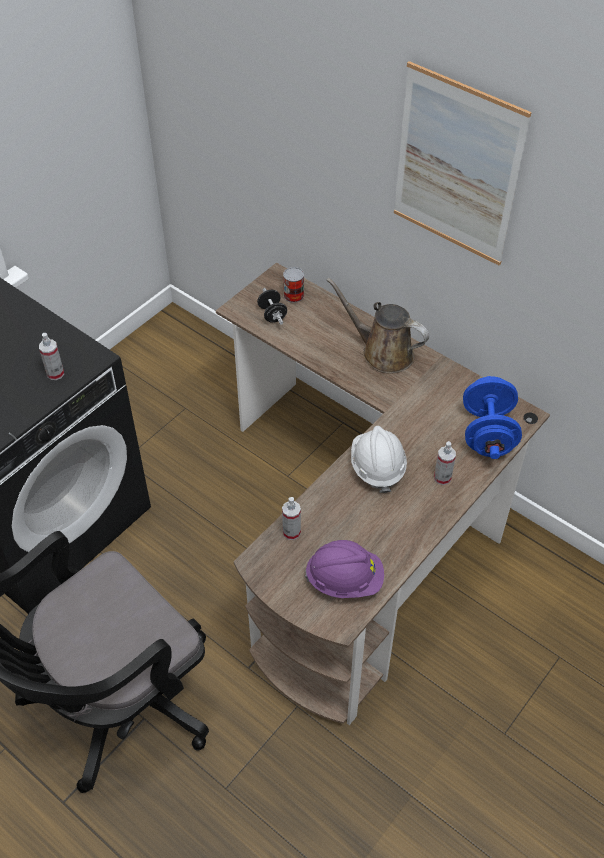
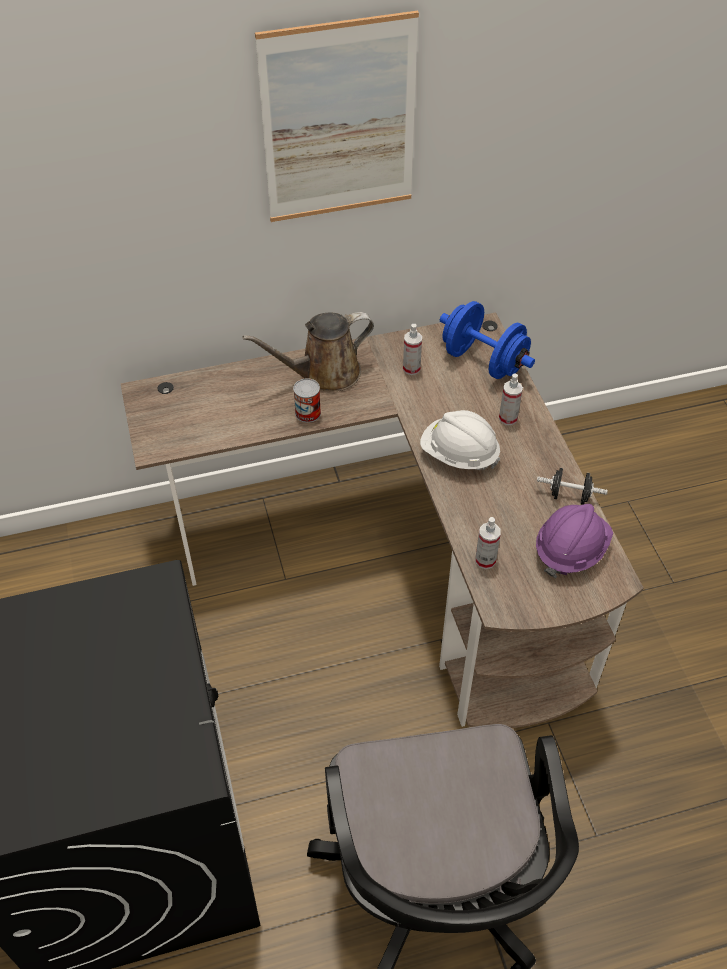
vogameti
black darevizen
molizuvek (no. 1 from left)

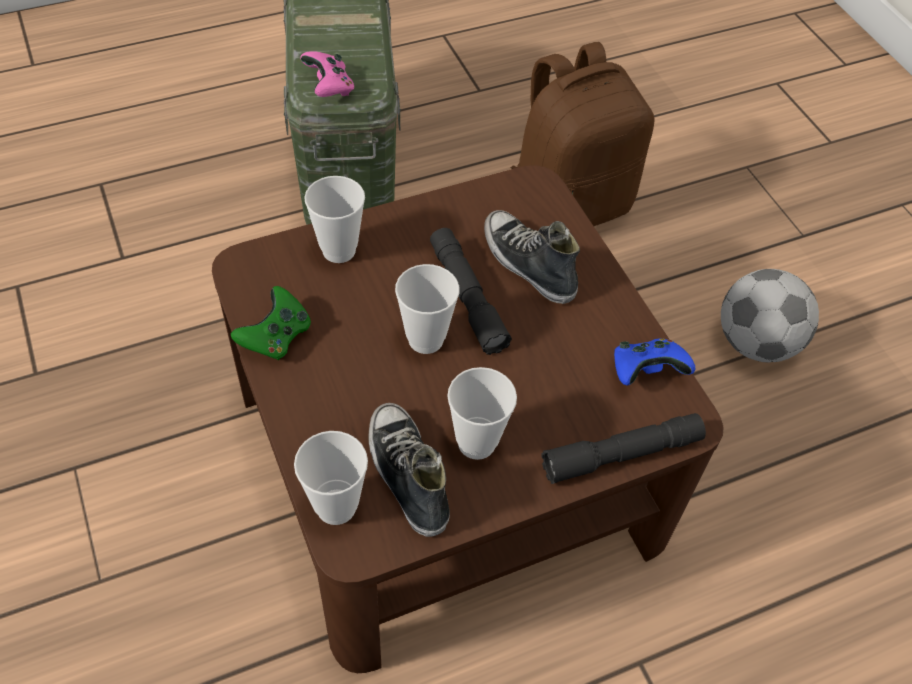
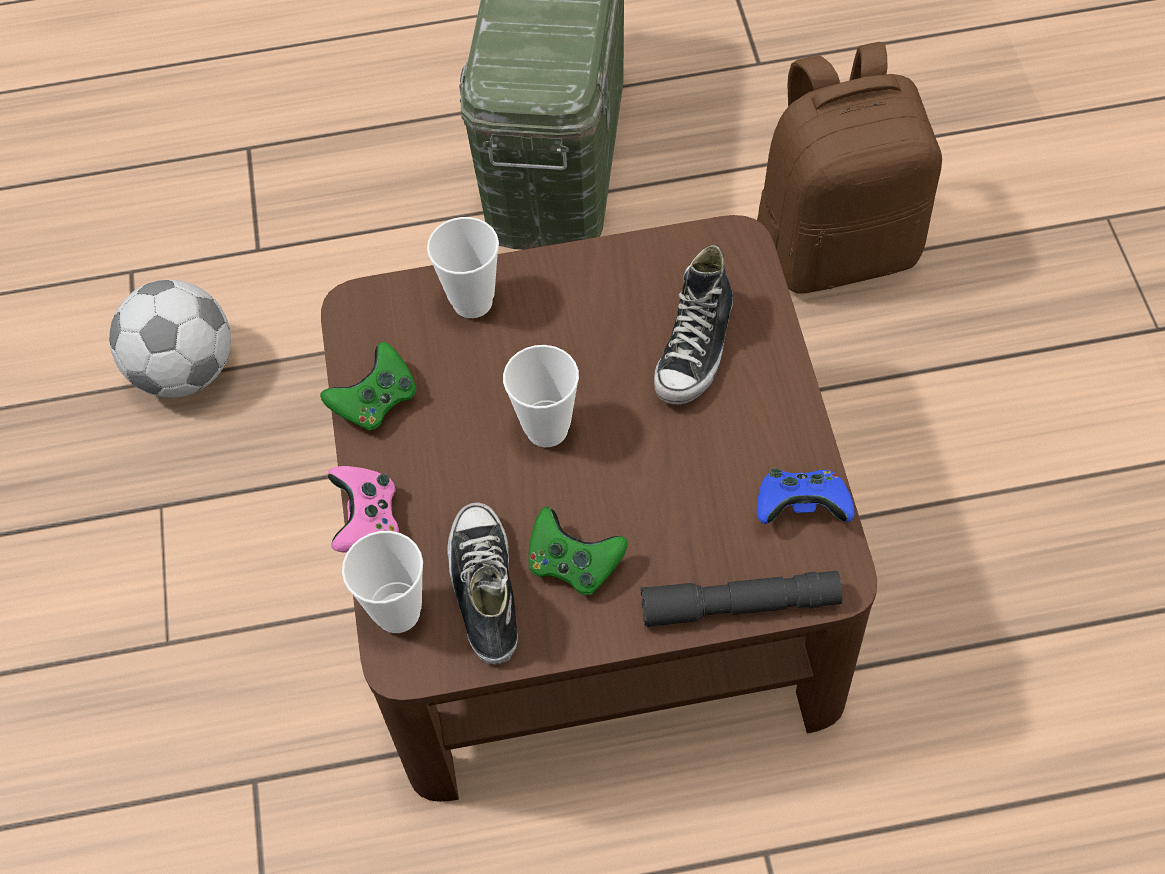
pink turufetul
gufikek (no. 2 from left)
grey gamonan (no. 1 from left in the first image)
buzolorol
green turufetul (no. 2 from left)

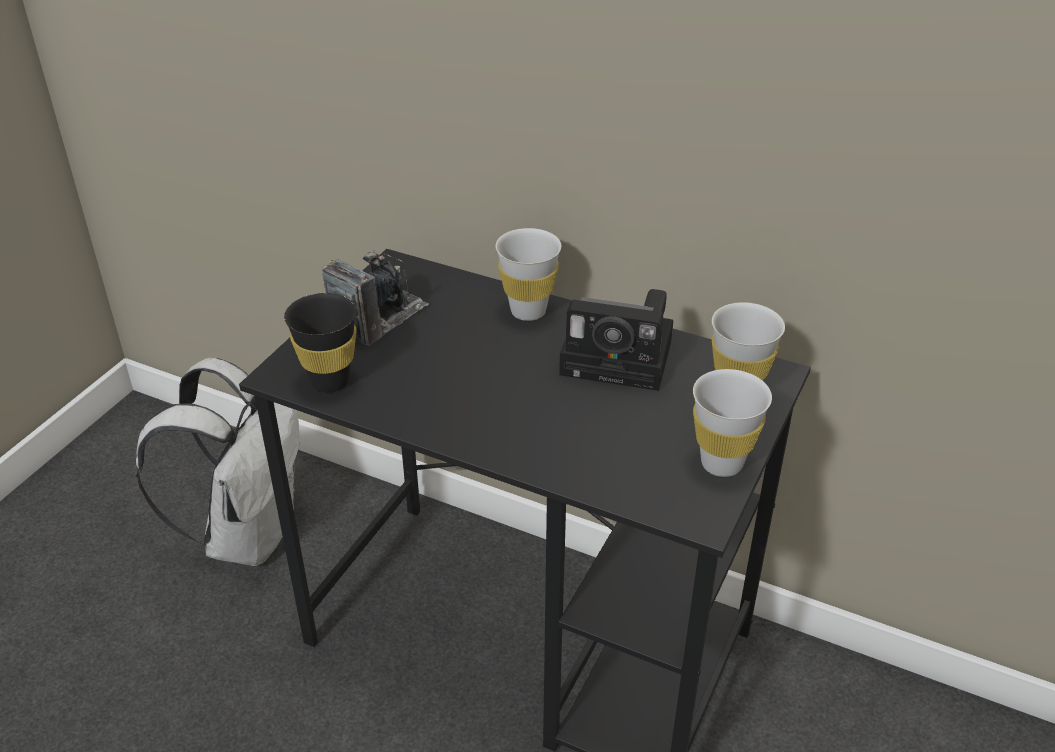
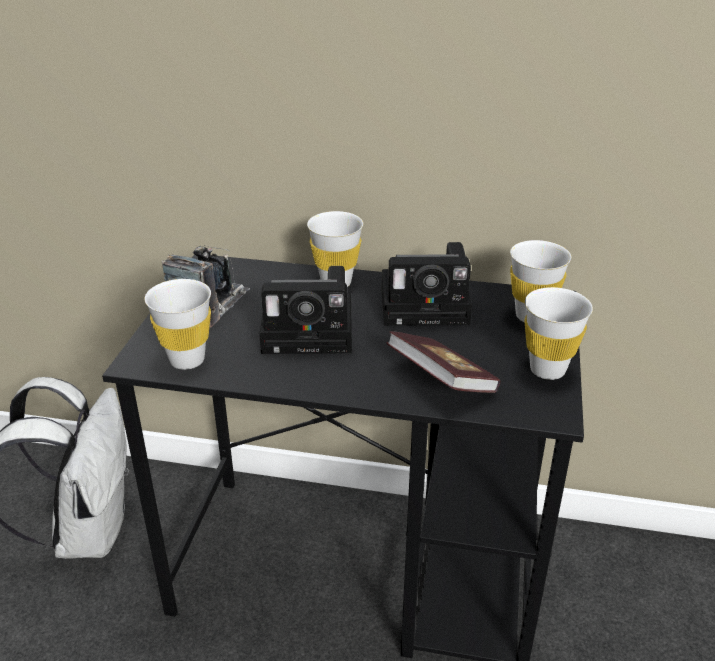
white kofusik (no. 1 from left)
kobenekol (no. 2 from left)
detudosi

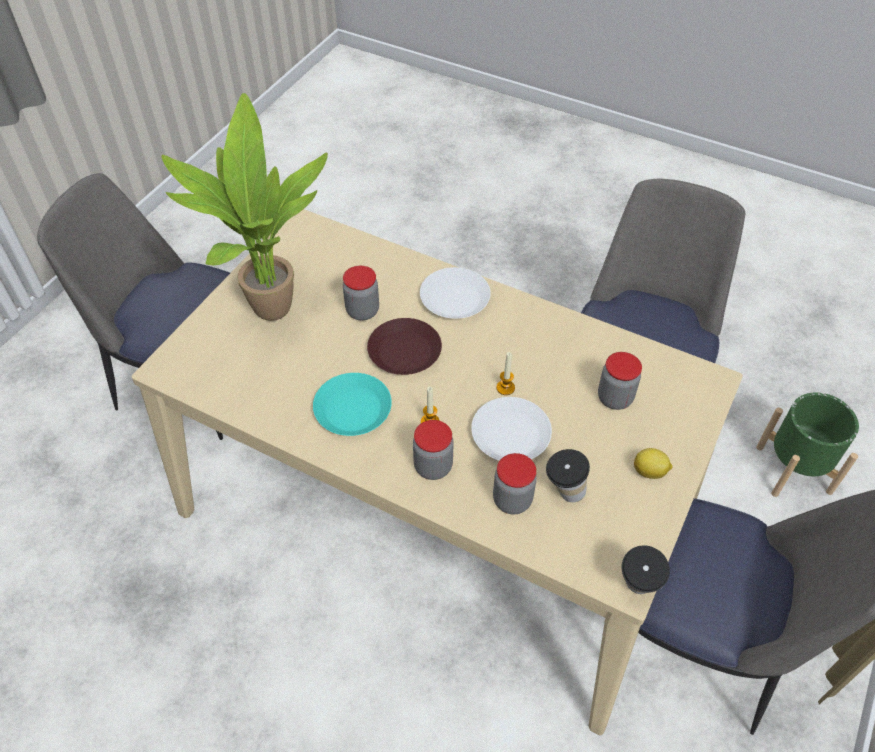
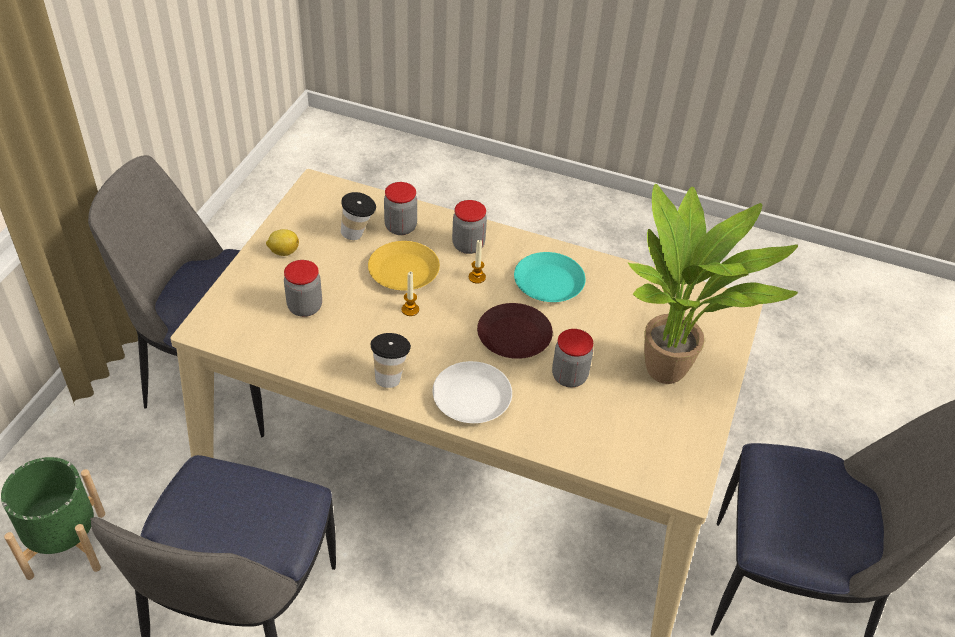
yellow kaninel
kofusik (no. 2 from left)

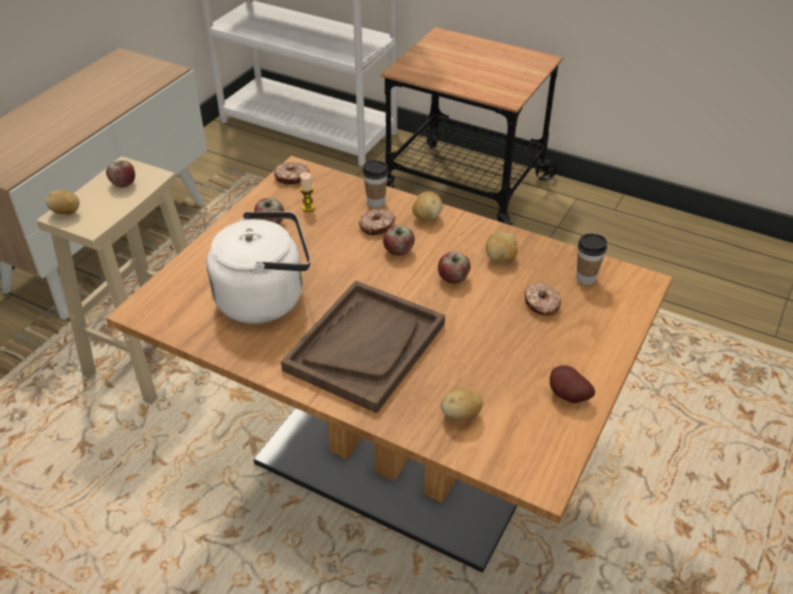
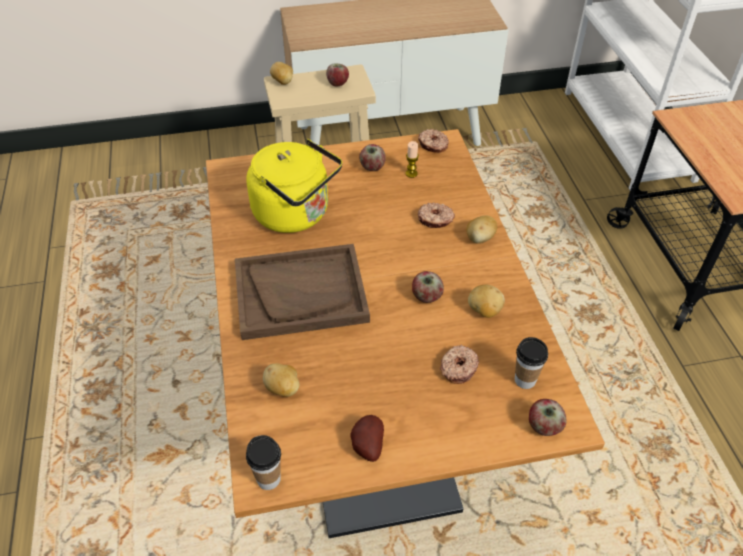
kofusik (no. 1 from left)
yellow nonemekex
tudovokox (no. 4 from left)

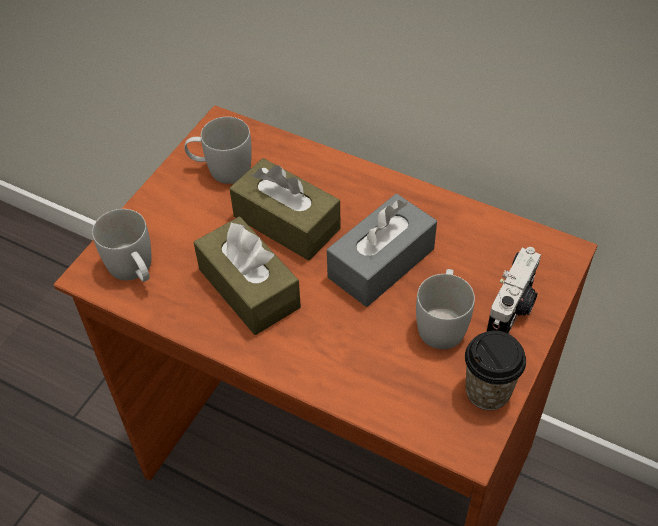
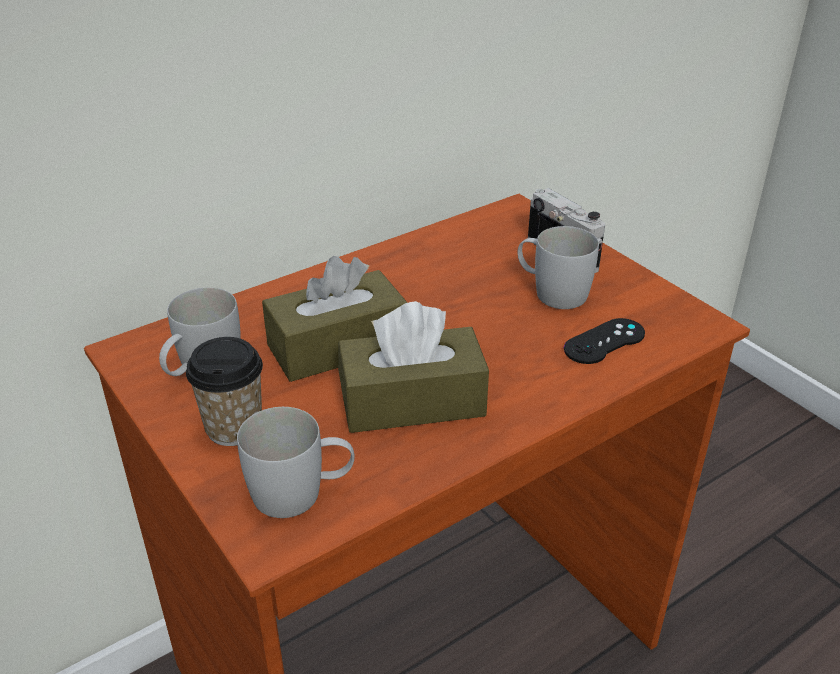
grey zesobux
kofusik
black turufetul

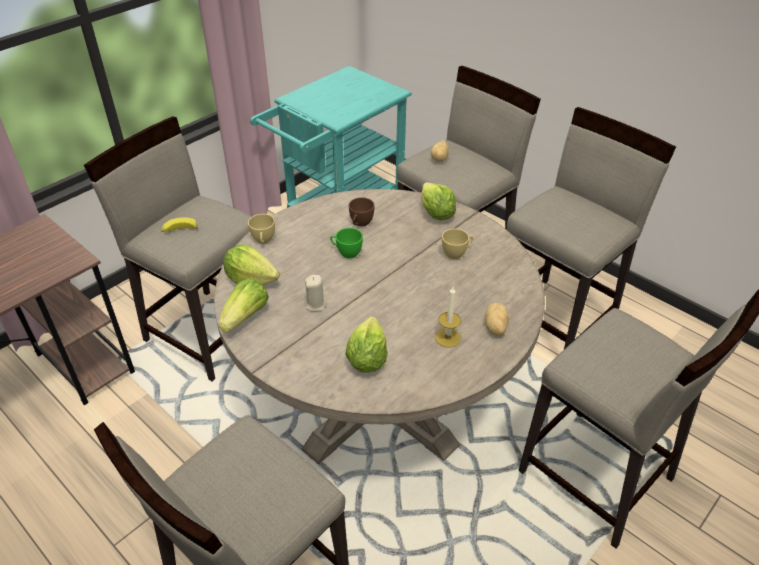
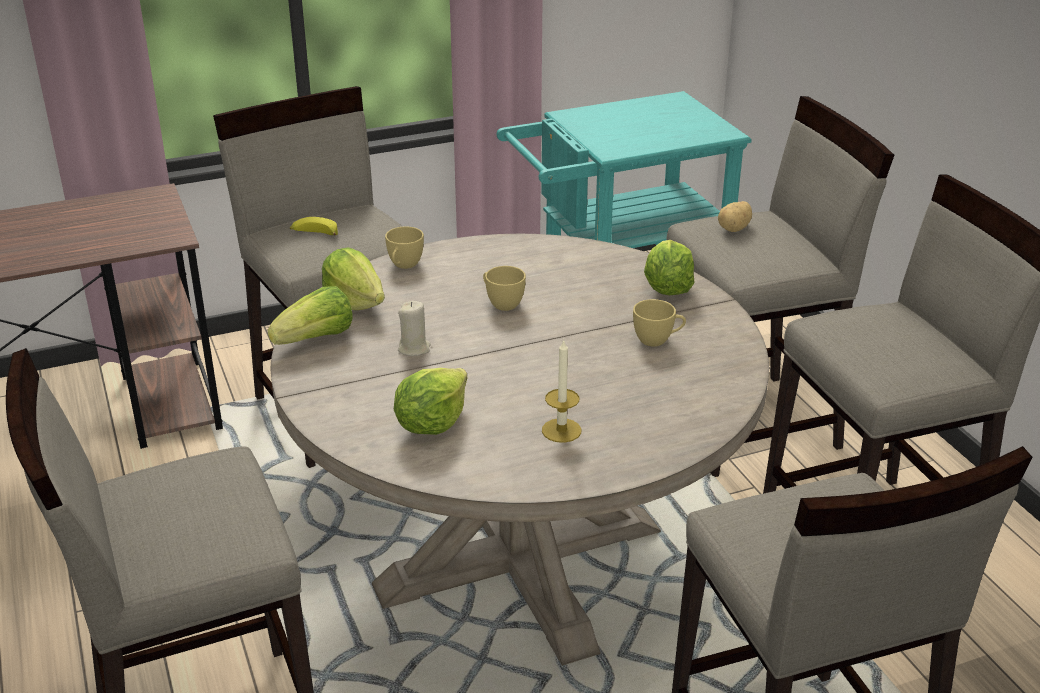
brown kofusik
yellow kofusik (no. 2 from left)
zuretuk (no. 2 from left in the first image)

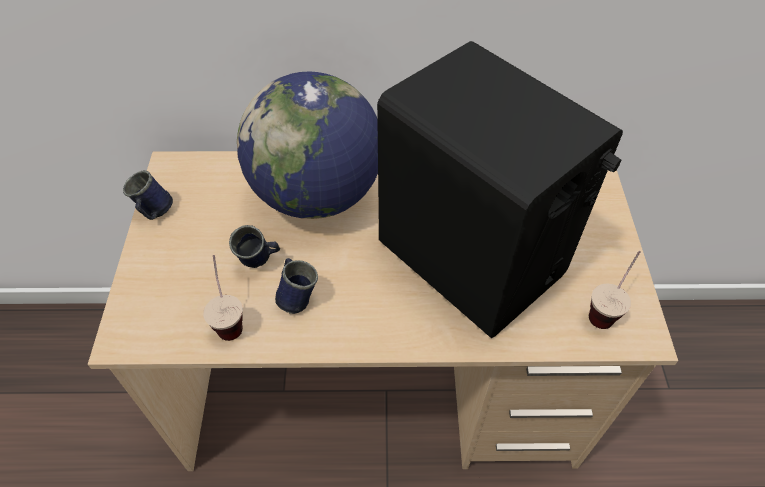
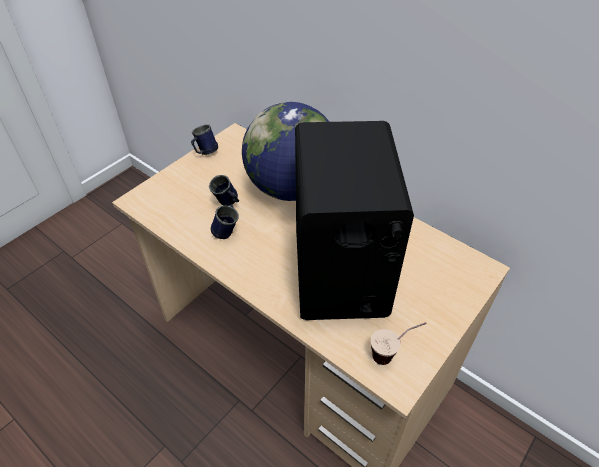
kofusik (no. 1 from left in the first image)

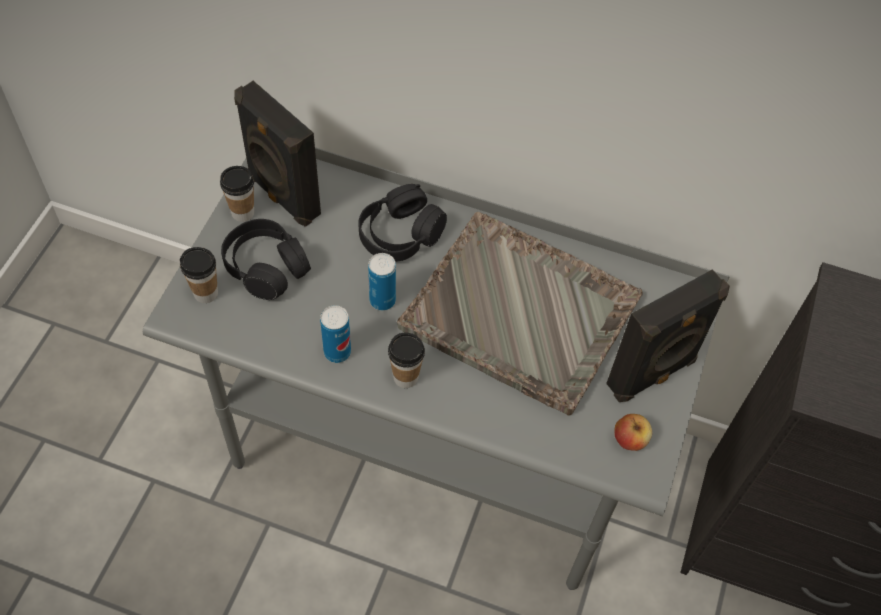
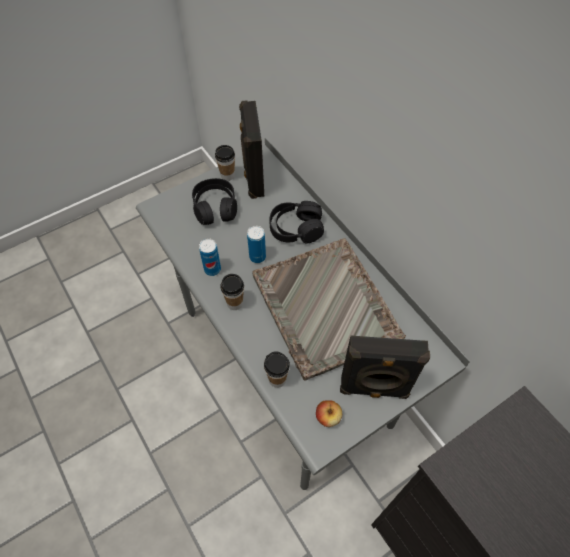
kofusik (no. 3 from left)

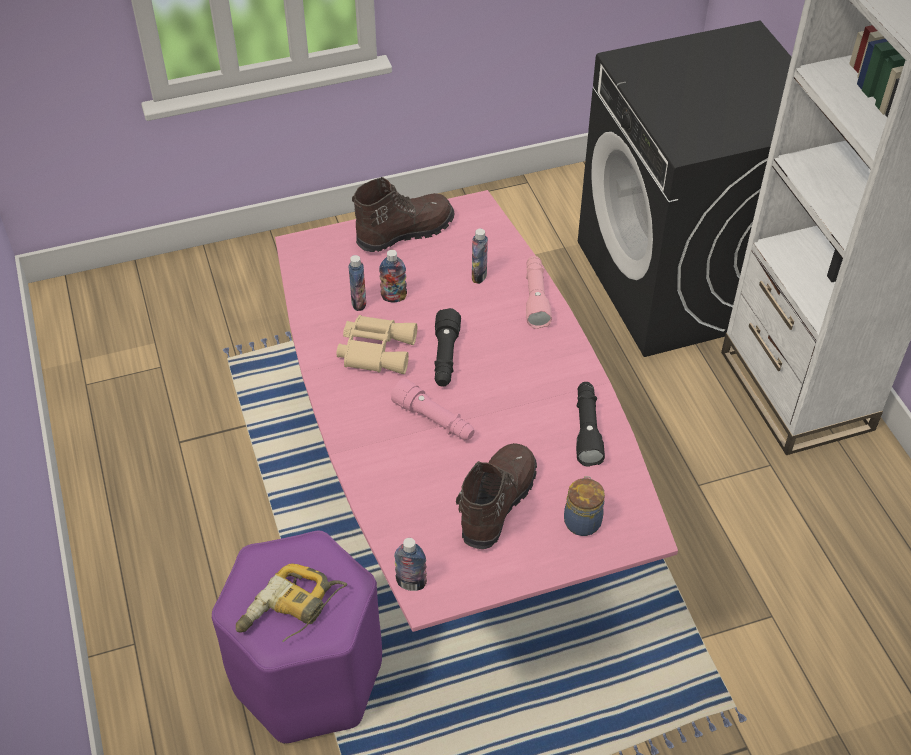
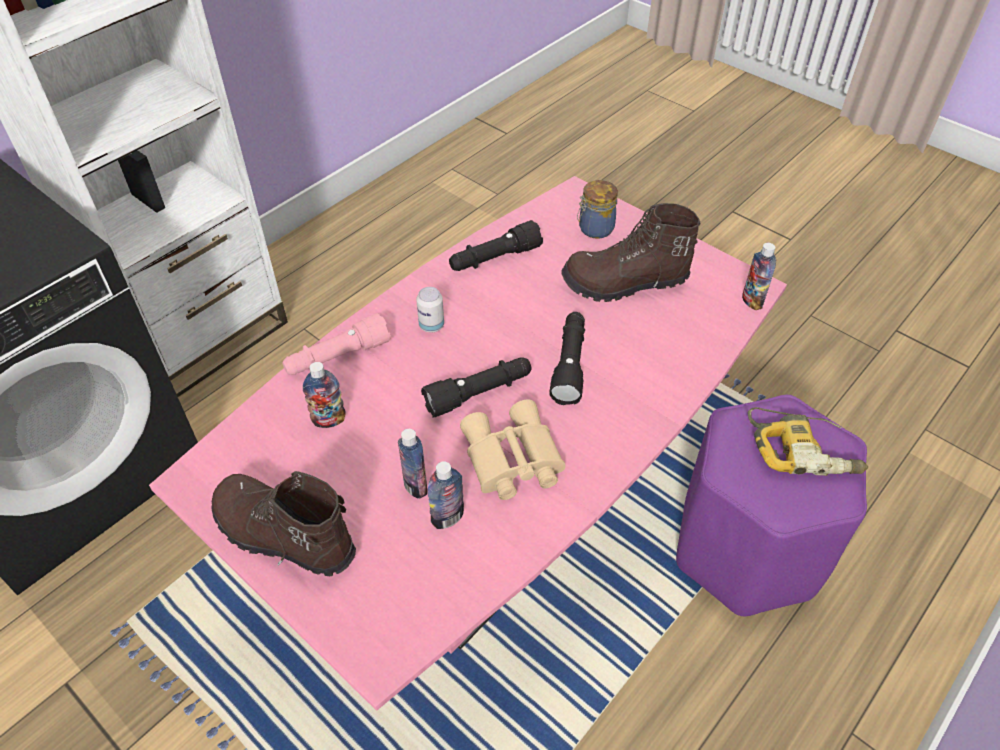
black gamonan (no. 3 from left)
vogameti

